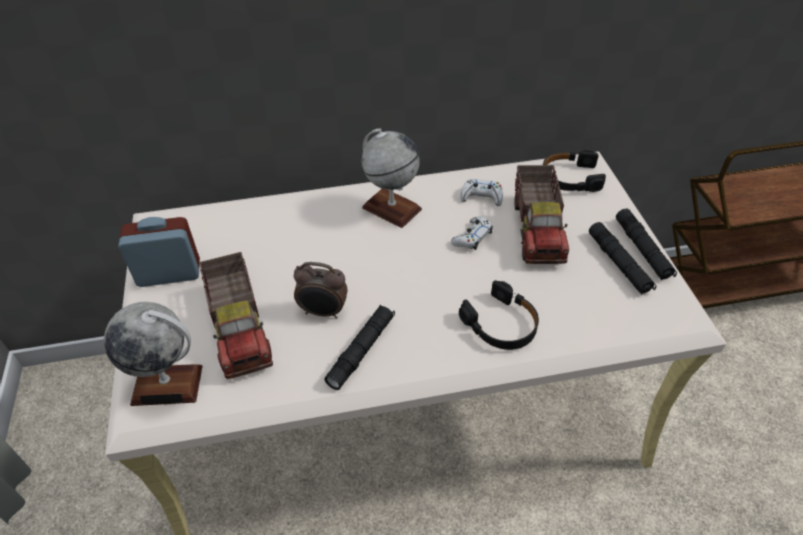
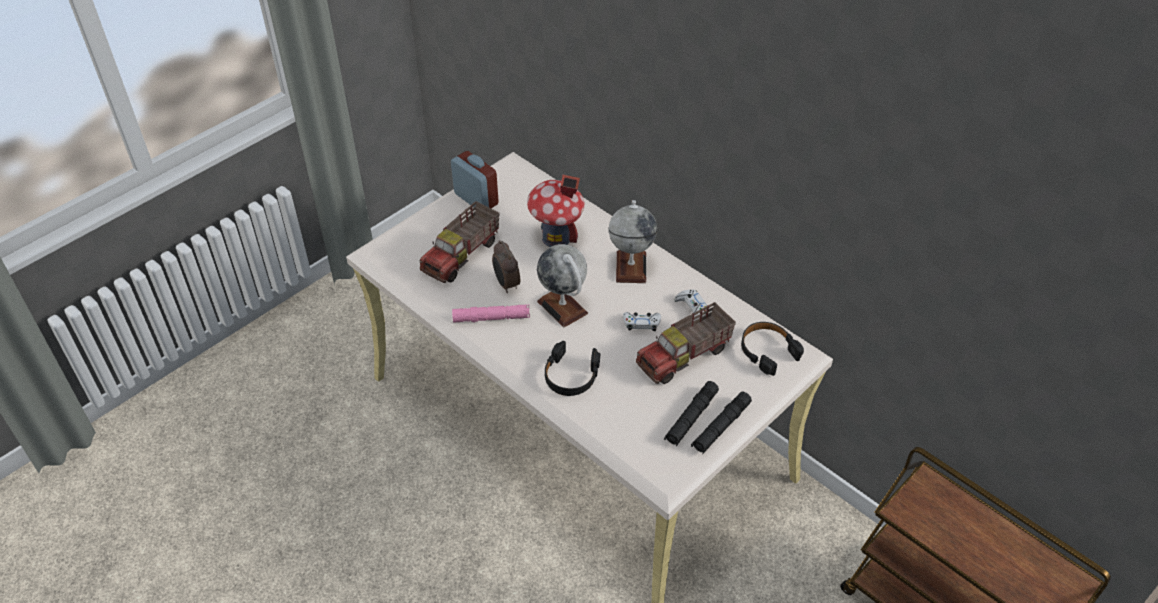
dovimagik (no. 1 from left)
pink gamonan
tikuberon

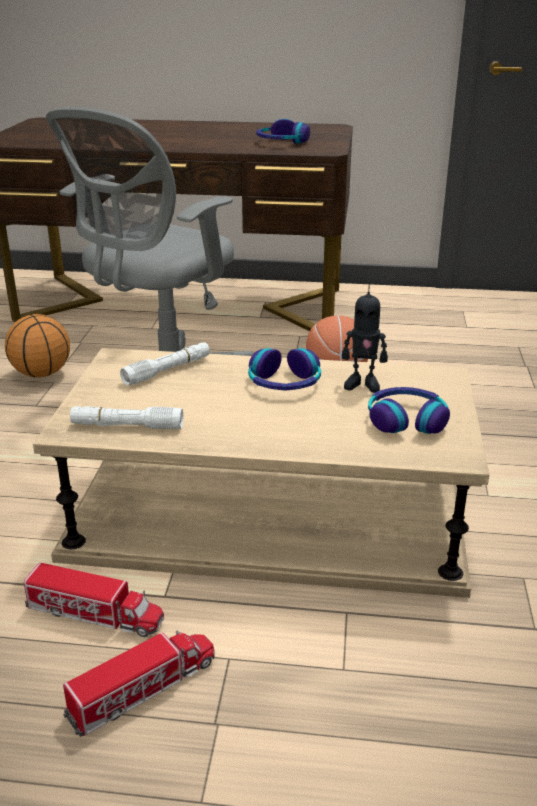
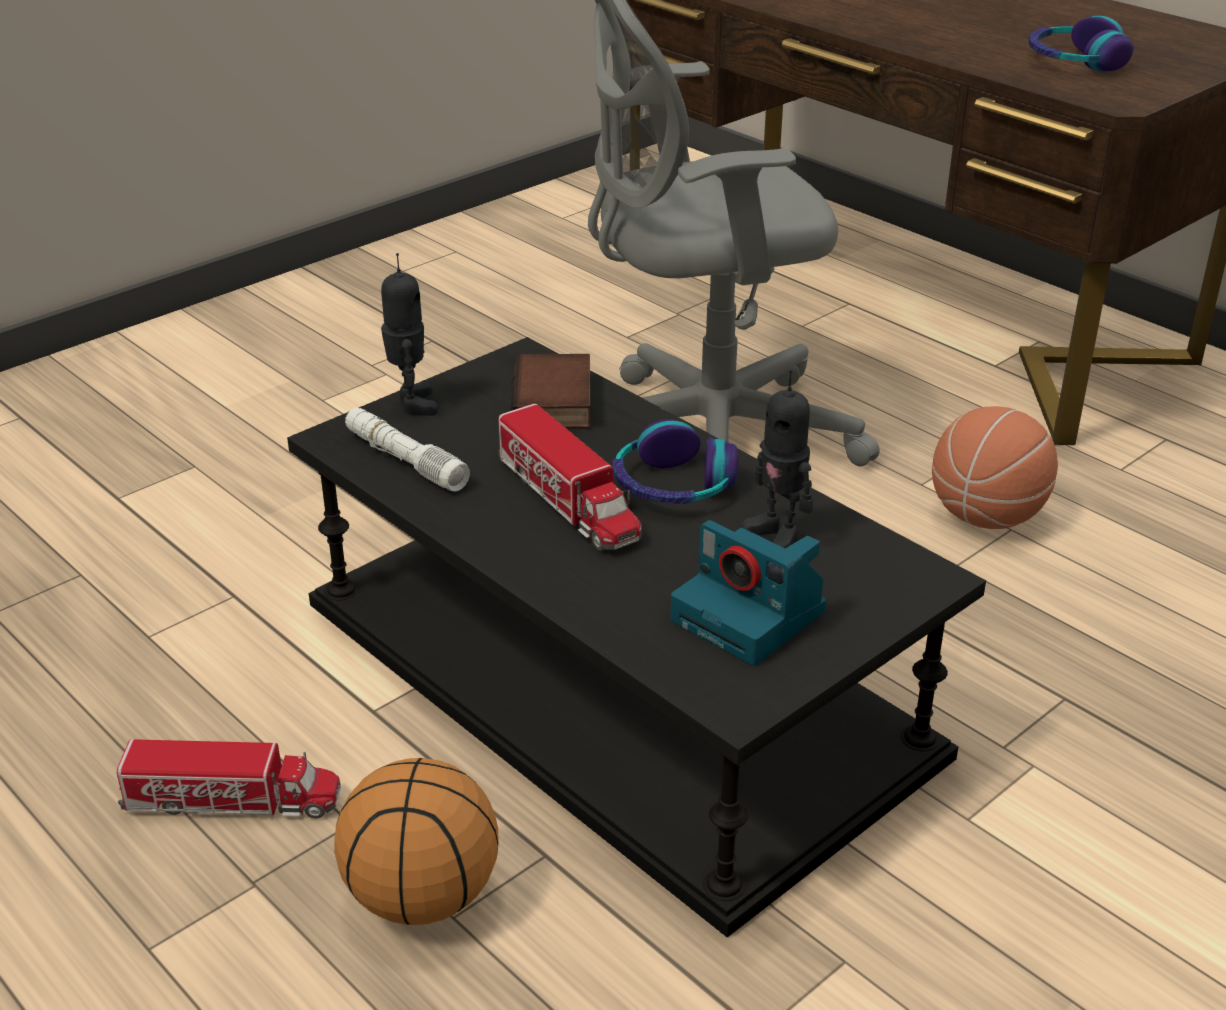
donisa (no. 1 from left)
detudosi
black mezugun
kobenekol
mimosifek (no. 2 from left)
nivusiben (no. 1 from left)

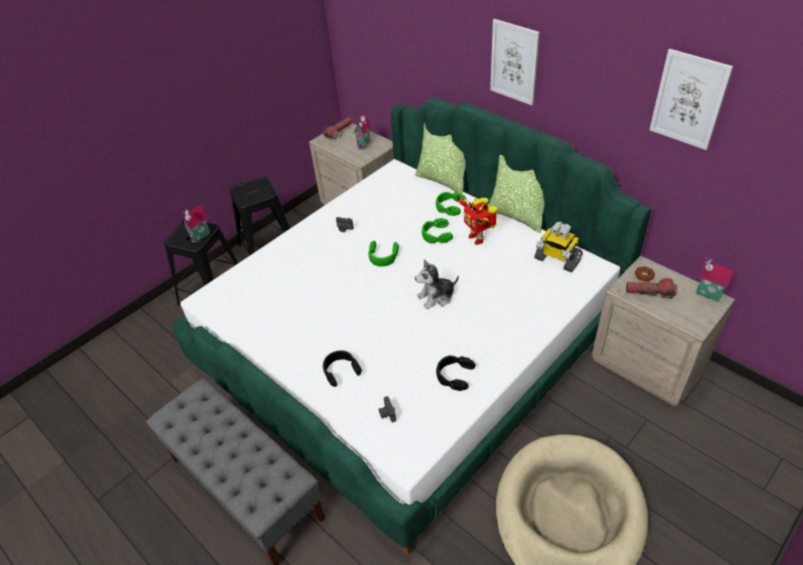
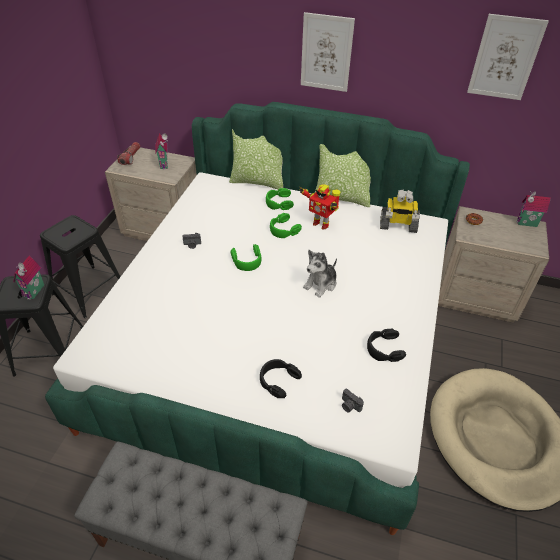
gamonan (no. 2 from left in the first image)

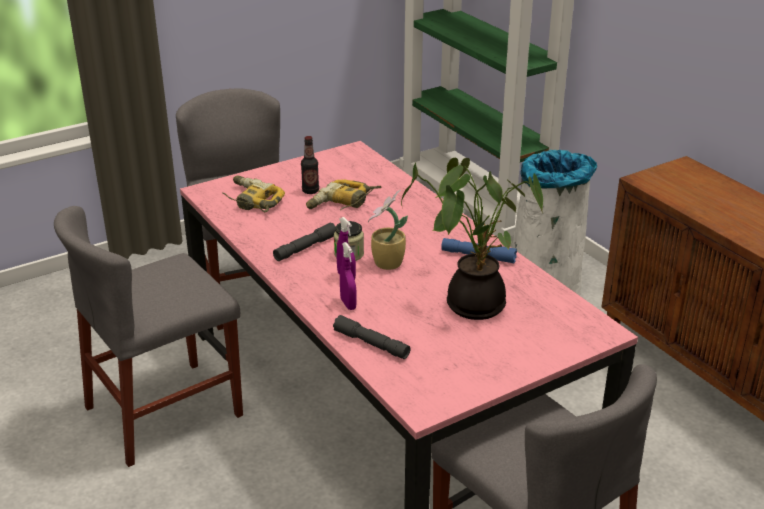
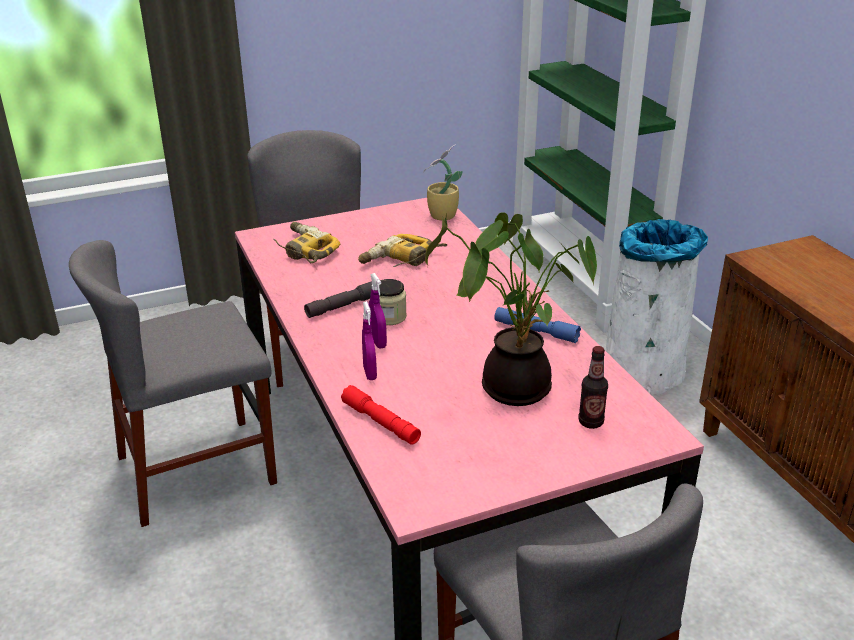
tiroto
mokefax (no. 1 from left)
red gamonan

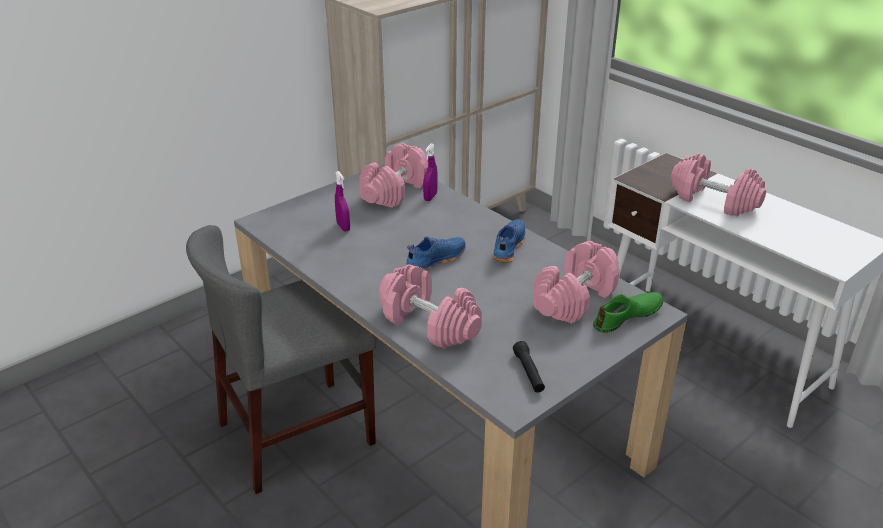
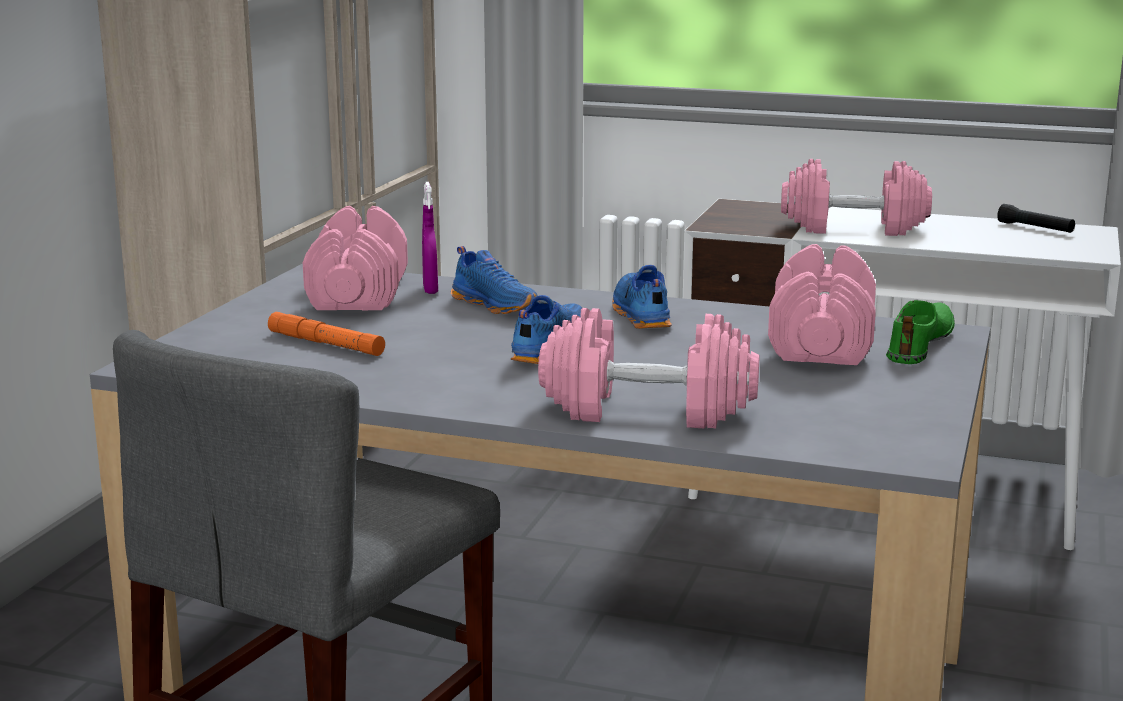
orange gamonan
black gamonan
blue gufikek (no. 1 from left)

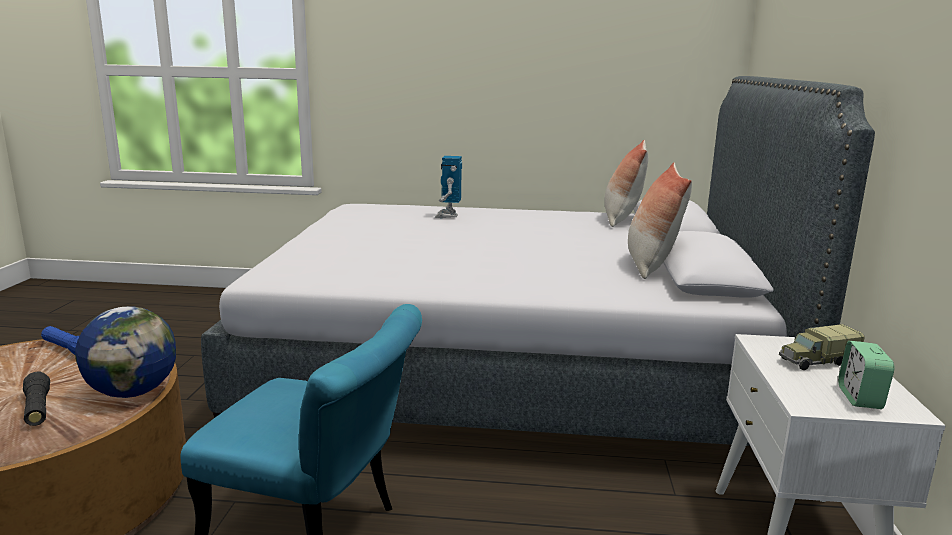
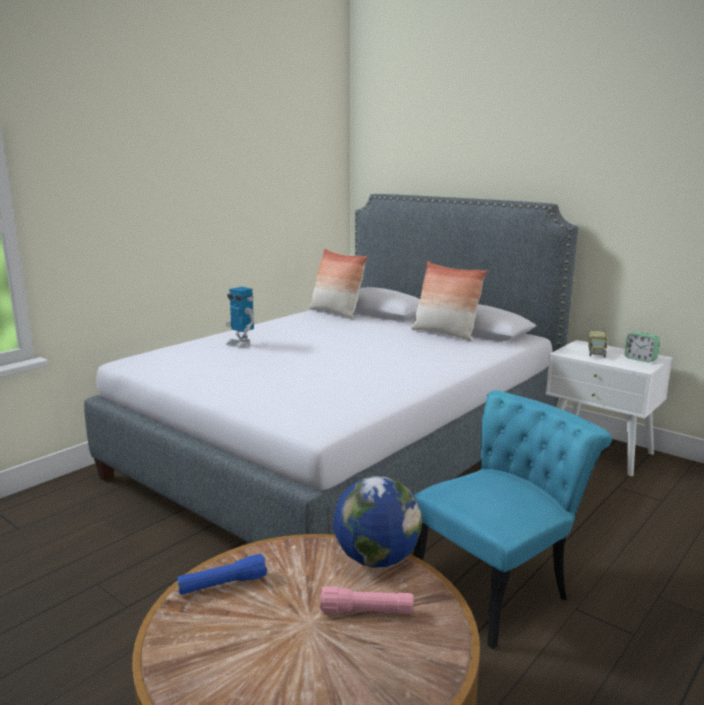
pink gamonan

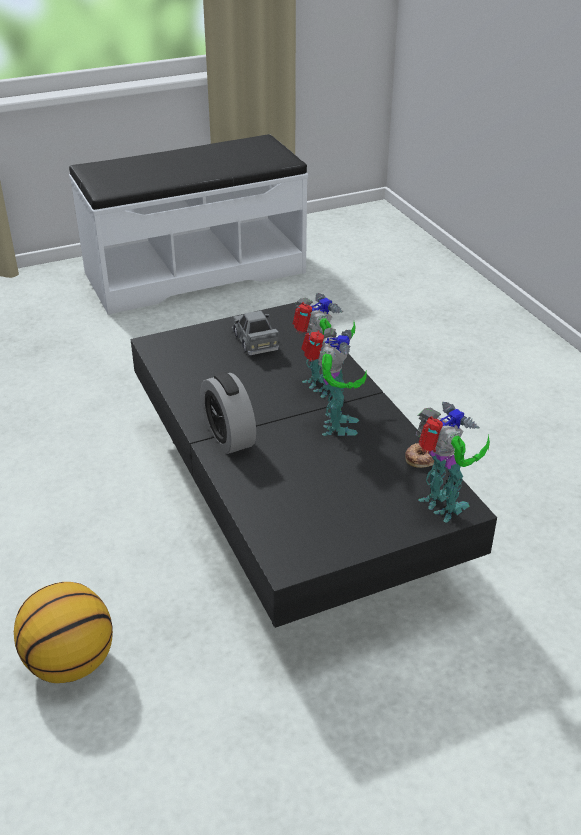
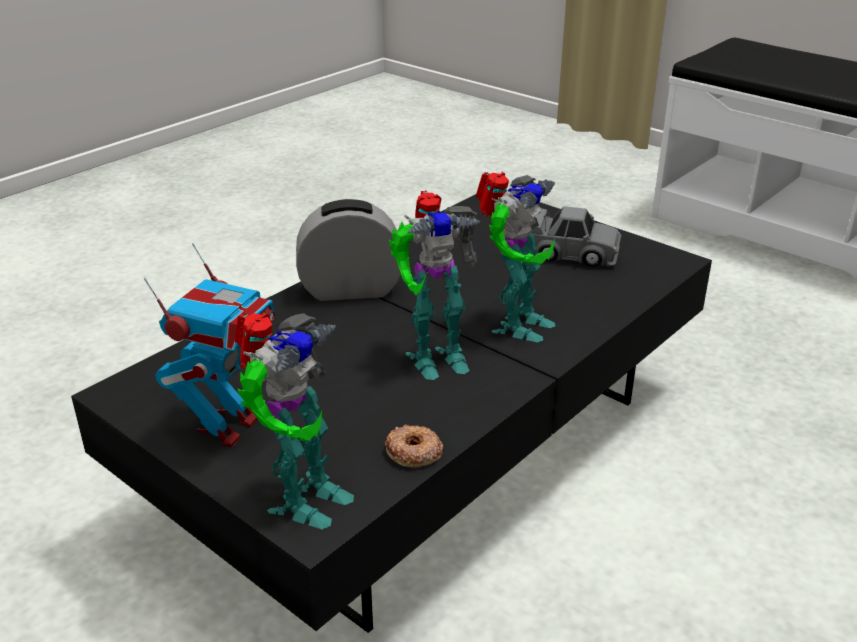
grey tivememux
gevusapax
donisa
nivusiben (no. 1 from left)

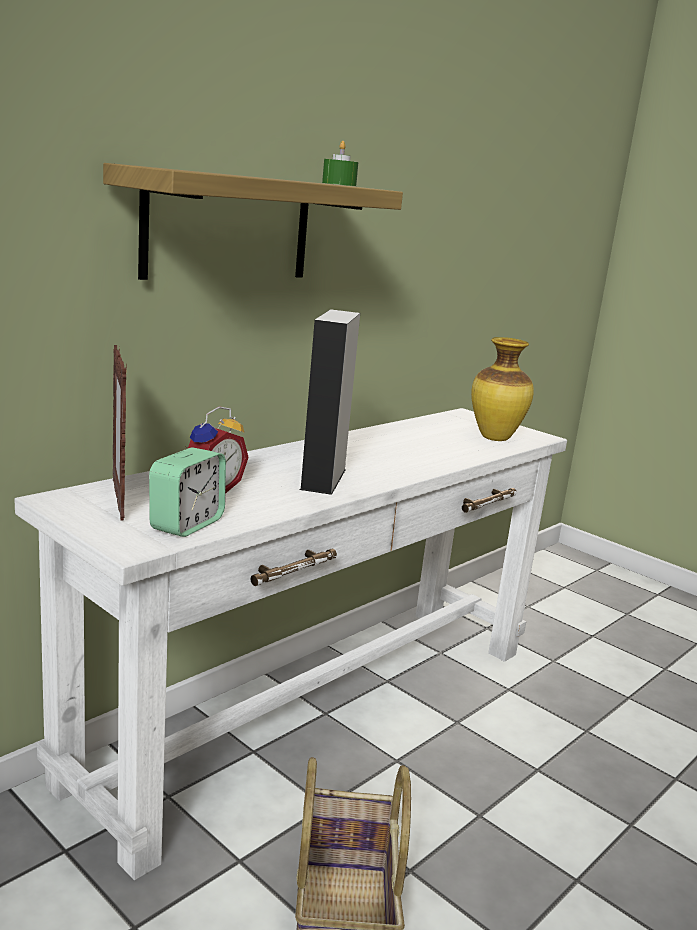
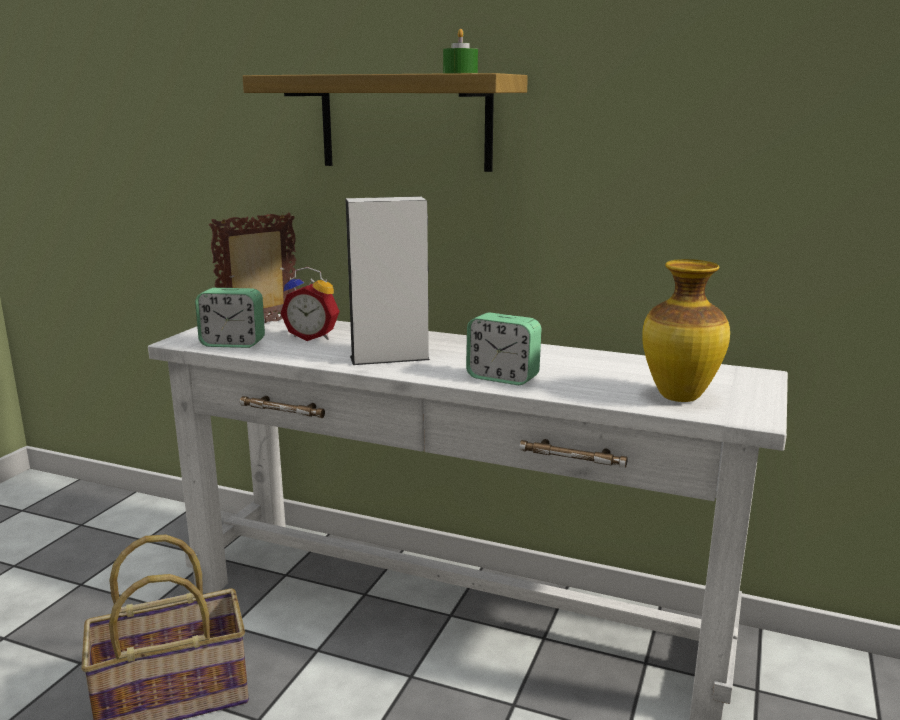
gevusapax (no. 3 from left)

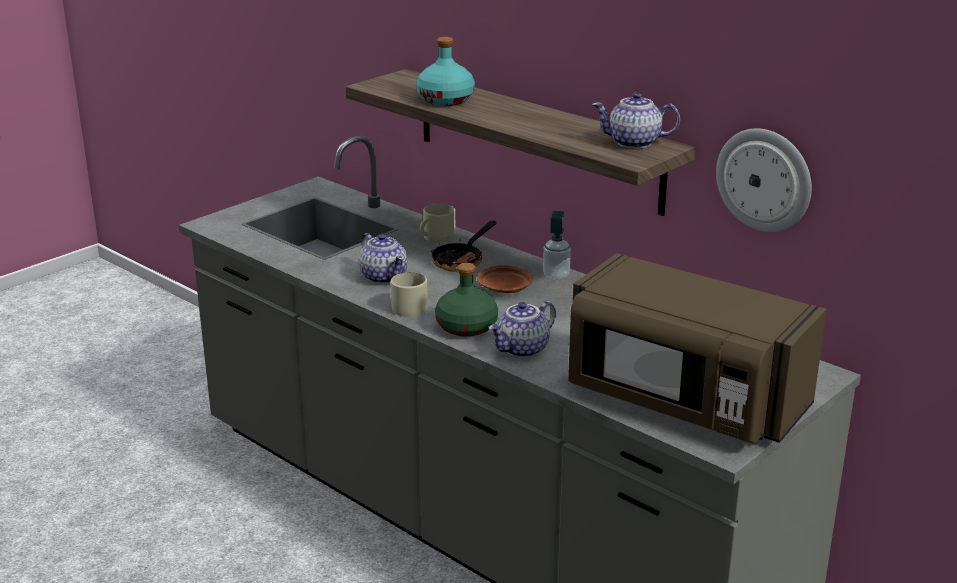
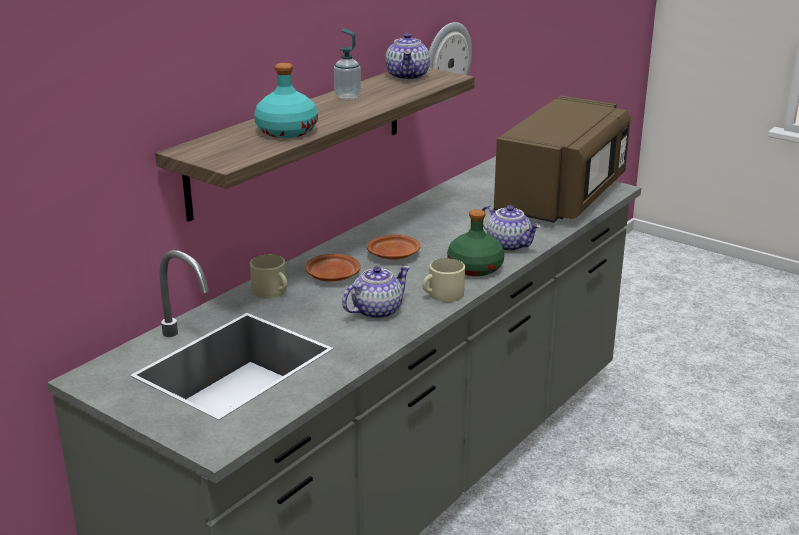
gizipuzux
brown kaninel (no. 1 from left)

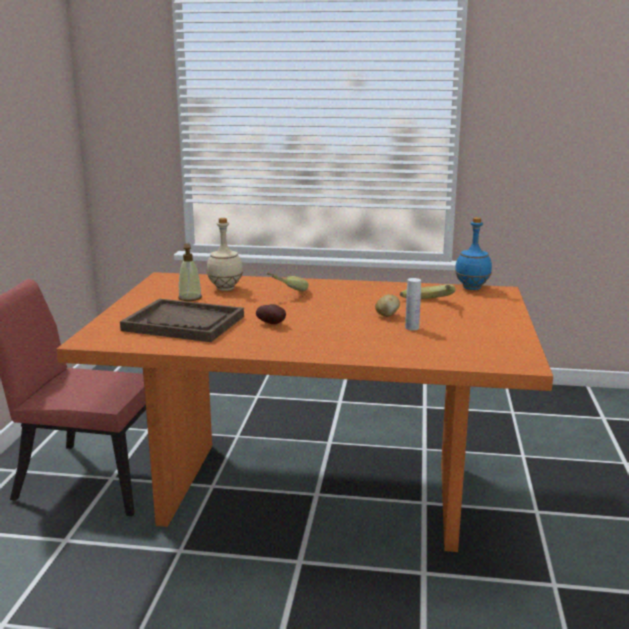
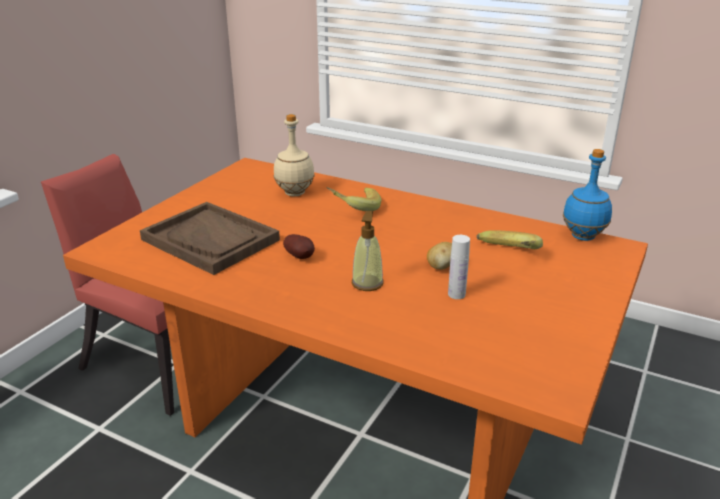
gizipuzux

